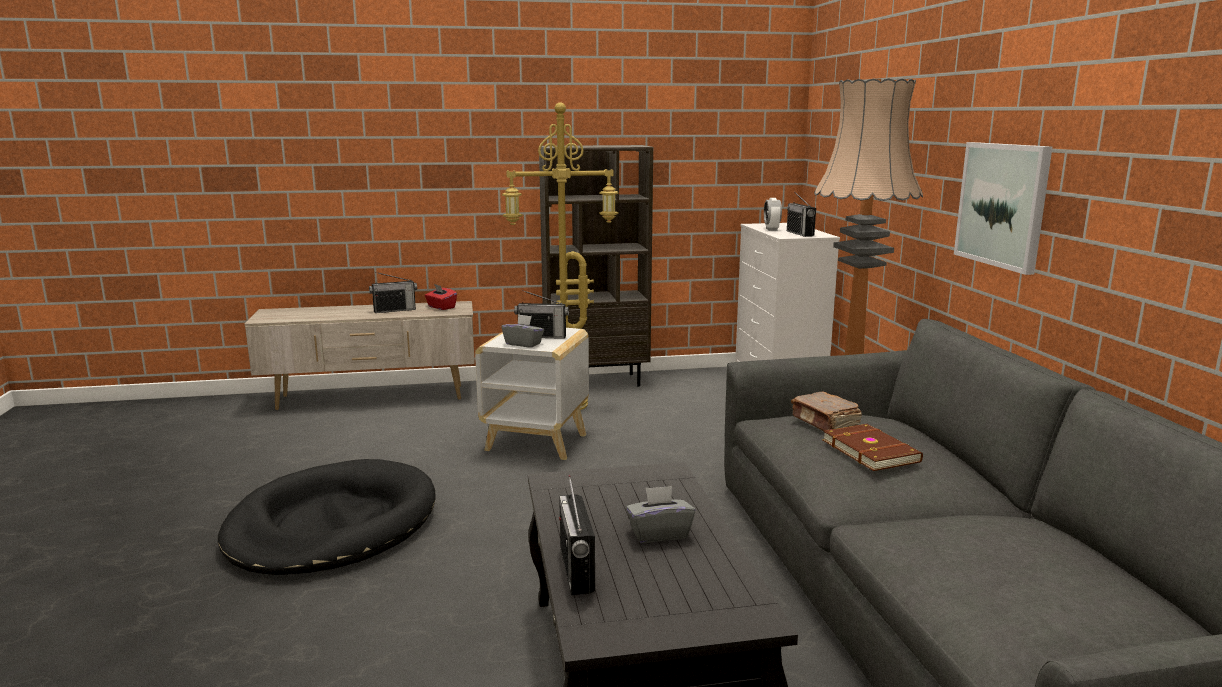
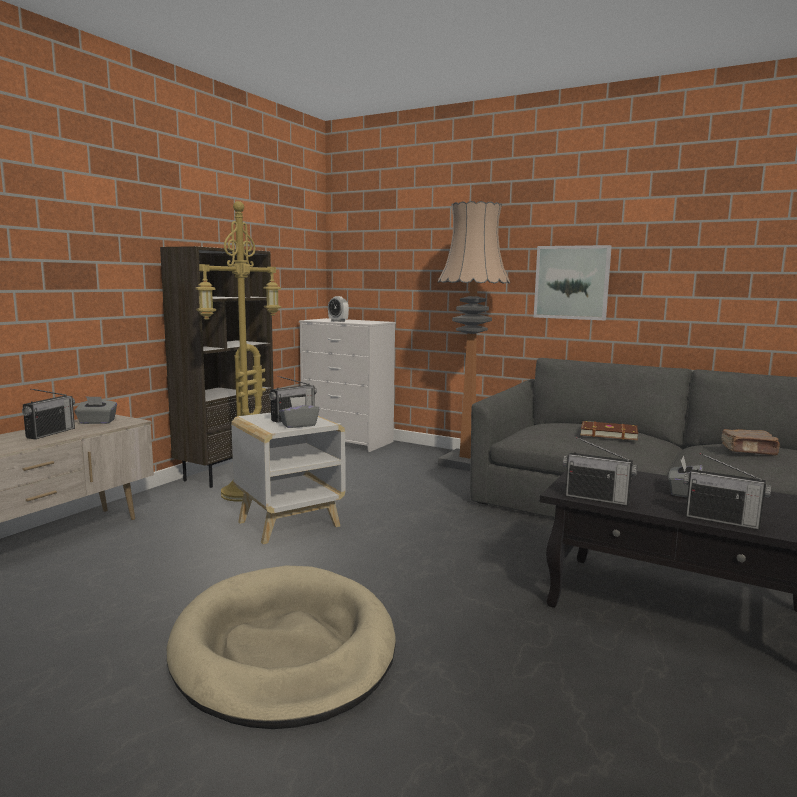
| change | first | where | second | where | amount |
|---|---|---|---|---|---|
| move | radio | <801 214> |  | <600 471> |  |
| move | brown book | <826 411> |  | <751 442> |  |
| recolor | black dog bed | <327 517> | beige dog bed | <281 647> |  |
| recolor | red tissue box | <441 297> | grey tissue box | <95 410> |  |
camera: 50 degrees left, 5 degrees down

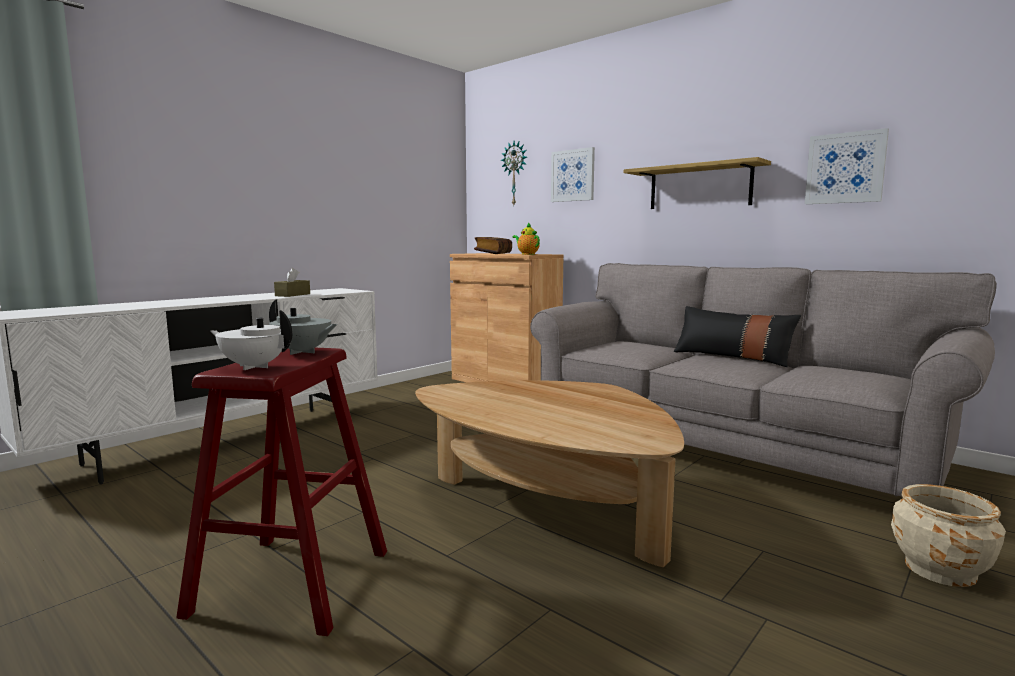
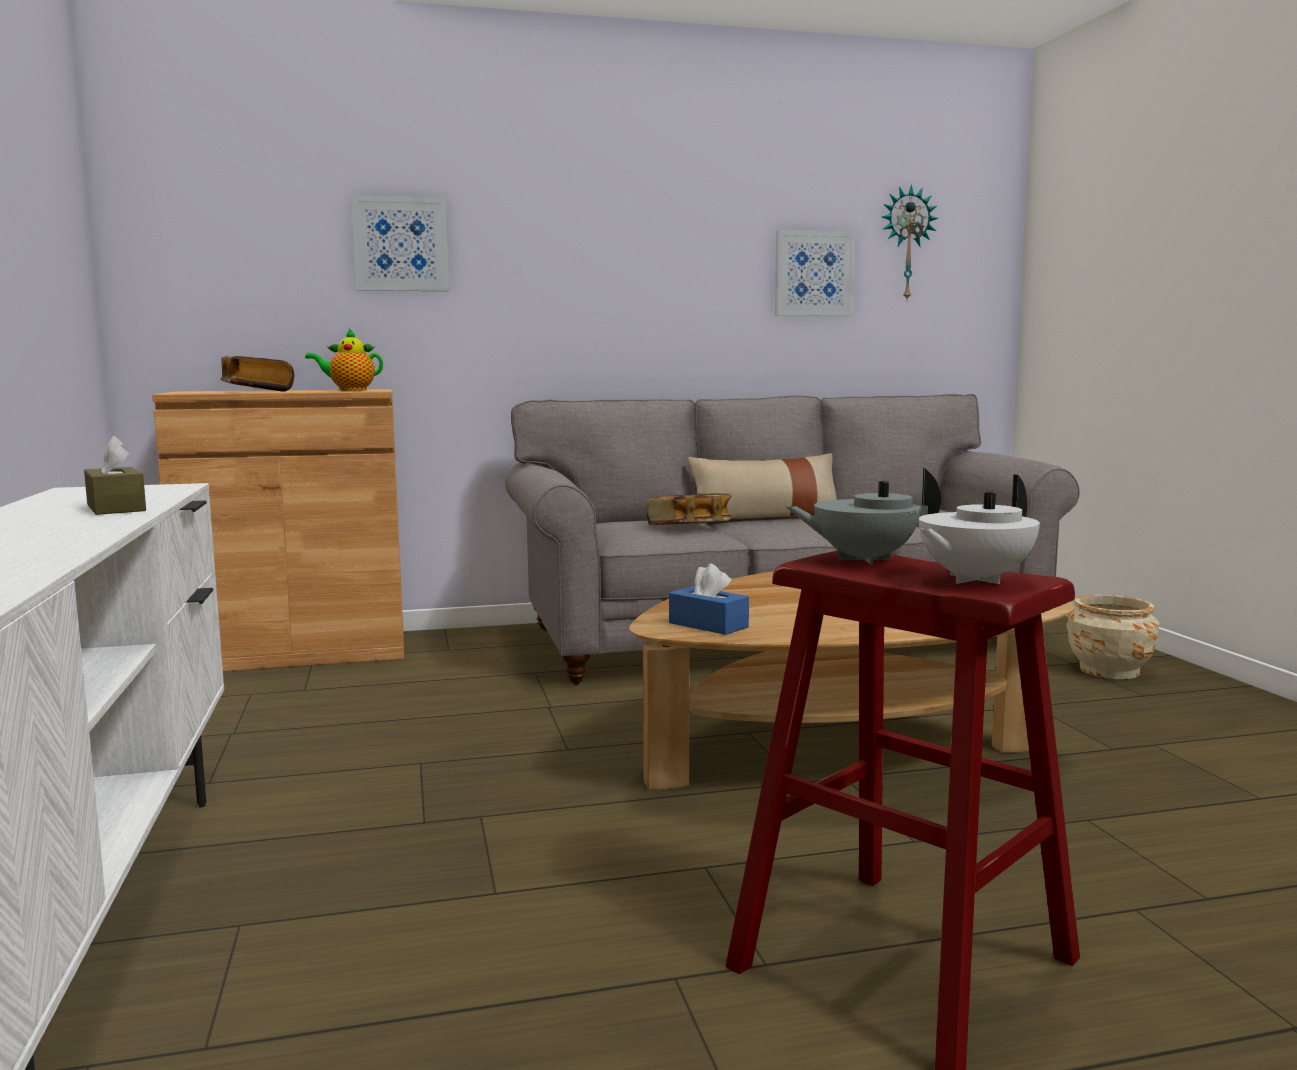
| change | first | where | second | where | amount |
|---|---|---|---|---|---|
| delete | shelf | <697 183> |  |  |  |
| insert |  |  | book | <689 509> |  |
| insert |  |  | blue tissue box | <709 599> |  |
| move | wall clock | <514 173> |  | <910 242> |  |
| recolor | black pillow | <737 336> | beige pillow | <762 488> |  |
| rotate | grey teapot | <303 327> |  | <863 516> | 150 degrees counterclockwise |
camera: 55 degrees left, 0 degrees up

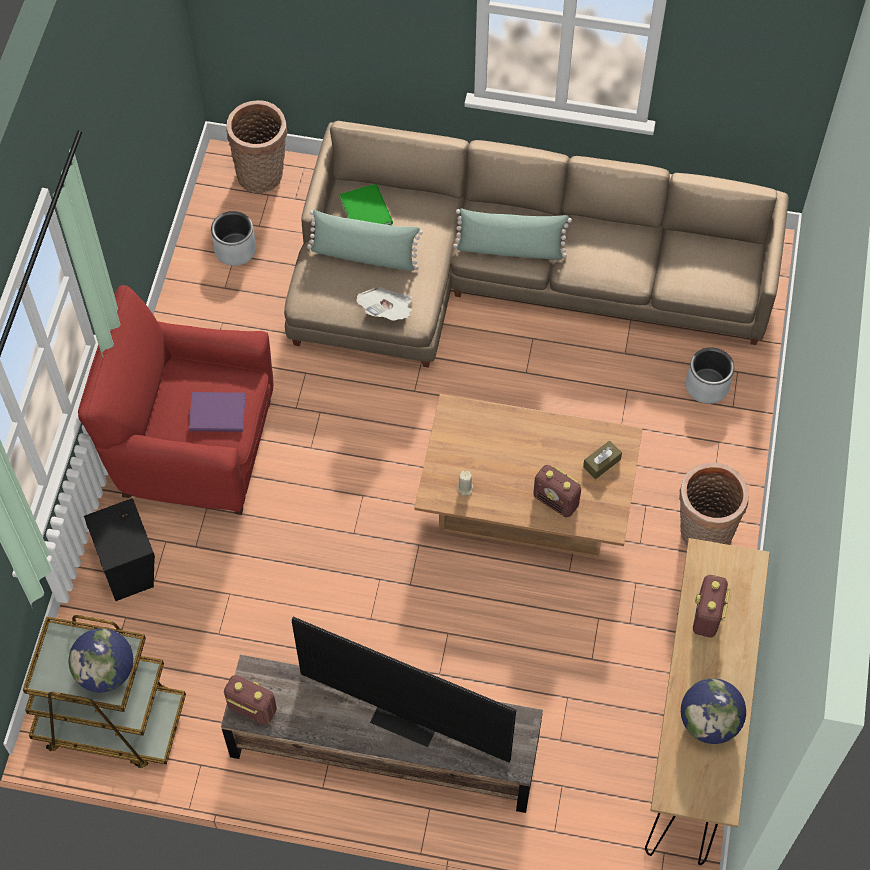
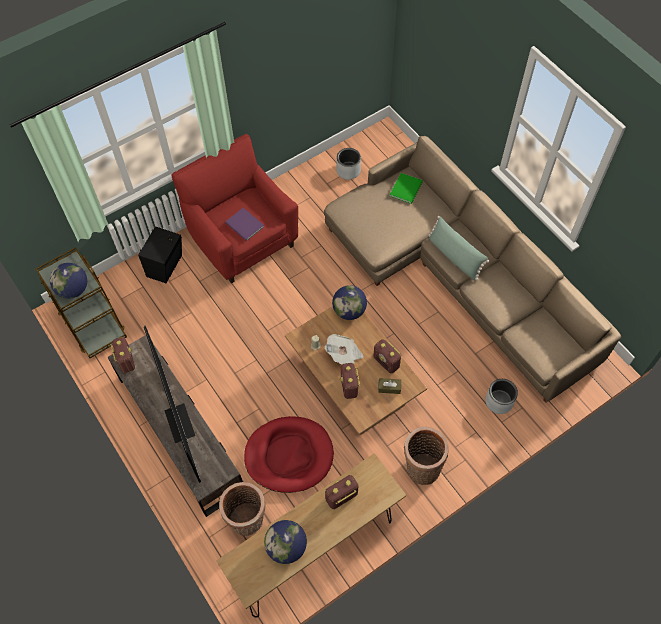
| change | first | where | second | where | amount |
|---|---|---|---|---|---|
| delete | green pillow | <365 240> |  |  |  |
| insert |  |  | red dog bed | <289 454> |  |
| insert |  |  | globe | <349 302> |  |
| insert |  |  | radio | <387 356> |  |
| move | basket | <256 146> |  | <242 509> |  |
| move | newspaper | <385 304> |  | <344 349> |  |
camera: 45 degrees right, 0 degrees up

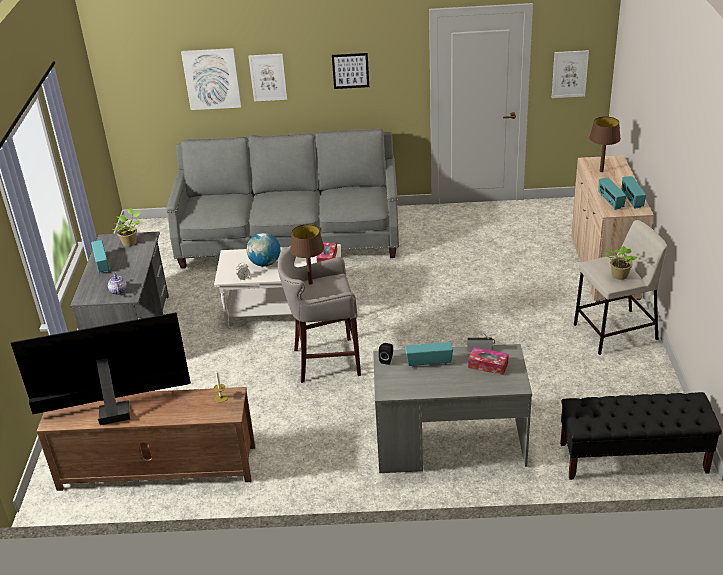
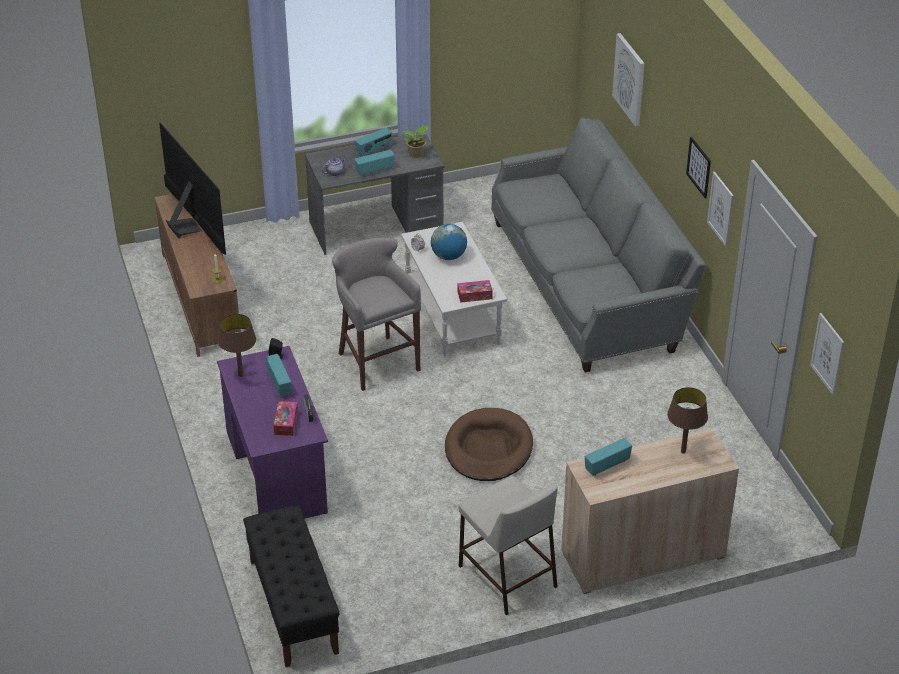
| change | first | where | second | where | amount |
|---|---|---|---|---|---|
| delete | potted plant | <621 263> |  |  |  |
| insert |  |  | brown dog bed | <489 444> |  |
| move | picture | <267 78> |  | <720 209> |  |
| move | brown table lamp | <307 254> |  | <237 345> |  |
| move | radio | <634 192> |  | <374 163> |  |
| recolor | grey desk | <452 408> | purple desk | <272 432> |  |
camera: 70 degrees right, 5 degrees up

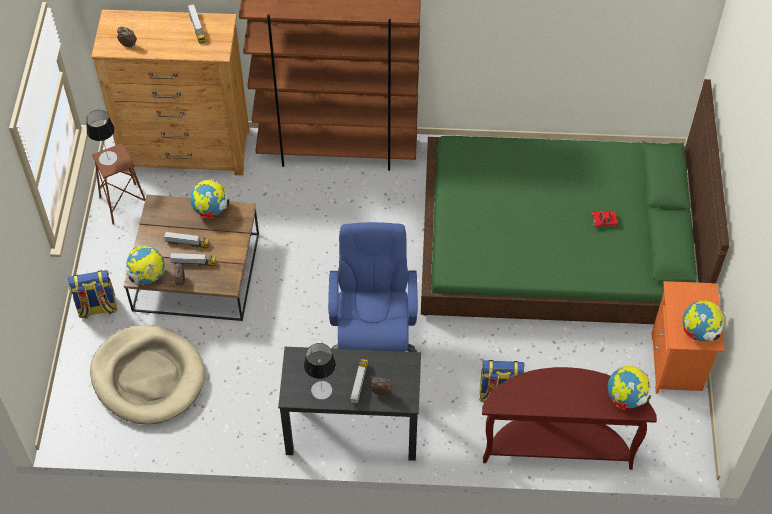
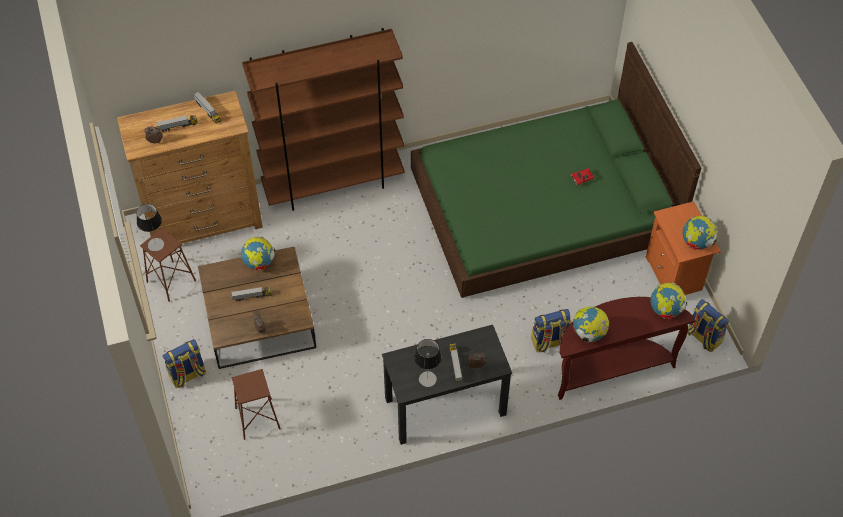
| change | first | where | second | where | amount |
|---|---|---|---|---|---|
| delete | blue office chair | <373 287> |  |  |  |
| insert |  |  | backpack | <708 325> |  |
| move | globe | <145 265> |  | <591 325> |  |
| move | toy truck | <193 260> |  | <177 123> |  |
| replace | beige dog bed | <147 374> | brown stool | <256 404> |  |
camera: 20 degrees left, 0 degrees up

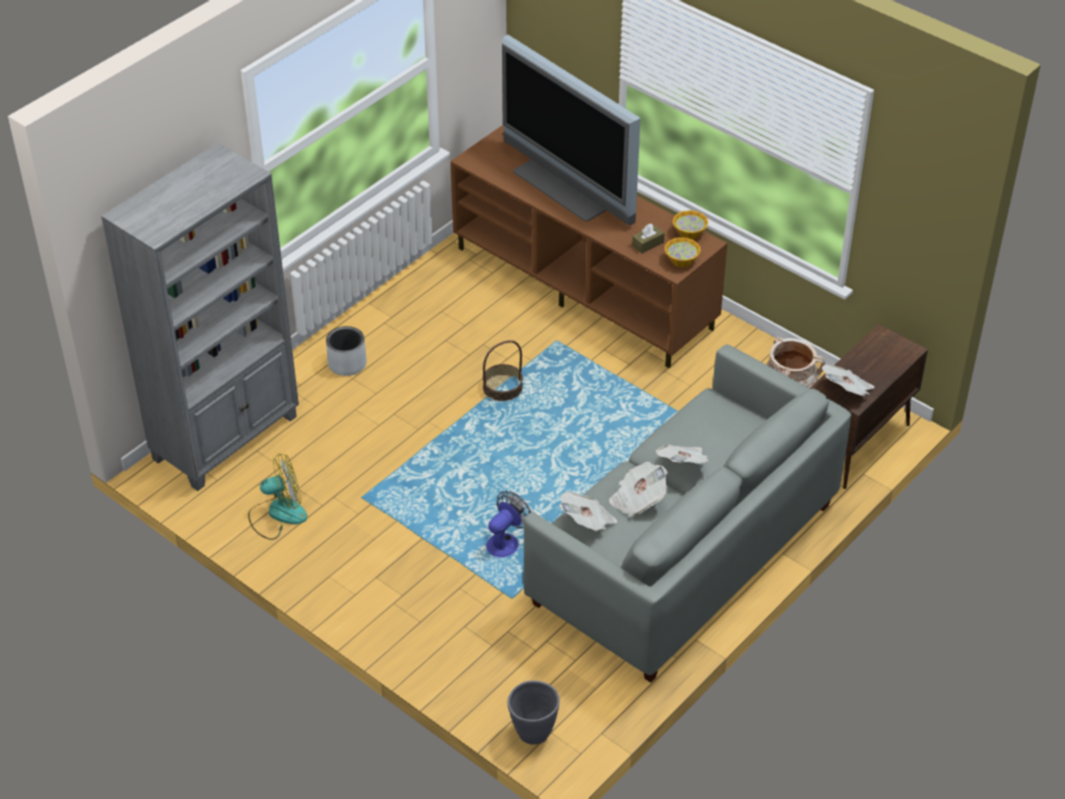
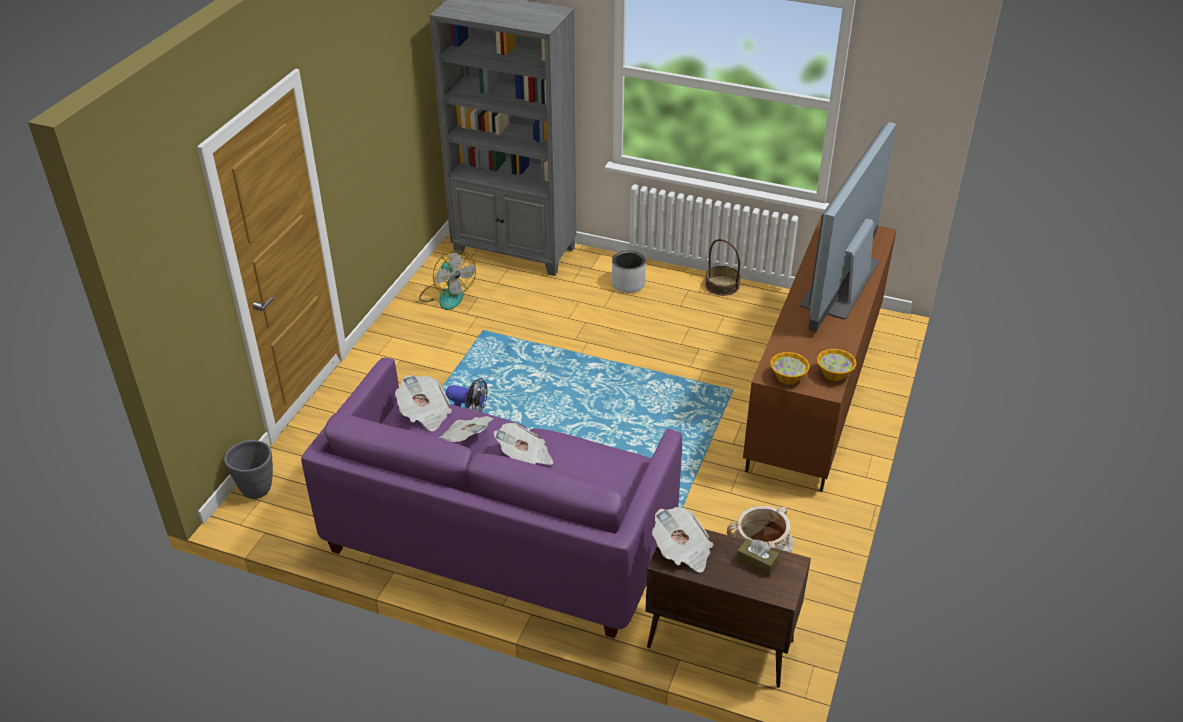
| change | first | where | second | where | amount |
|---|---|---|---|---|---|
| move | basket | <503 370> |  | <723 267> |  |
| move | brown tissue box | <648 238> |  | <757 557> |  |
| recolor | grey sofa | <687 514> | purple sofa | <491 498> |  |
camera: 70 degrees right, 5 degrees down

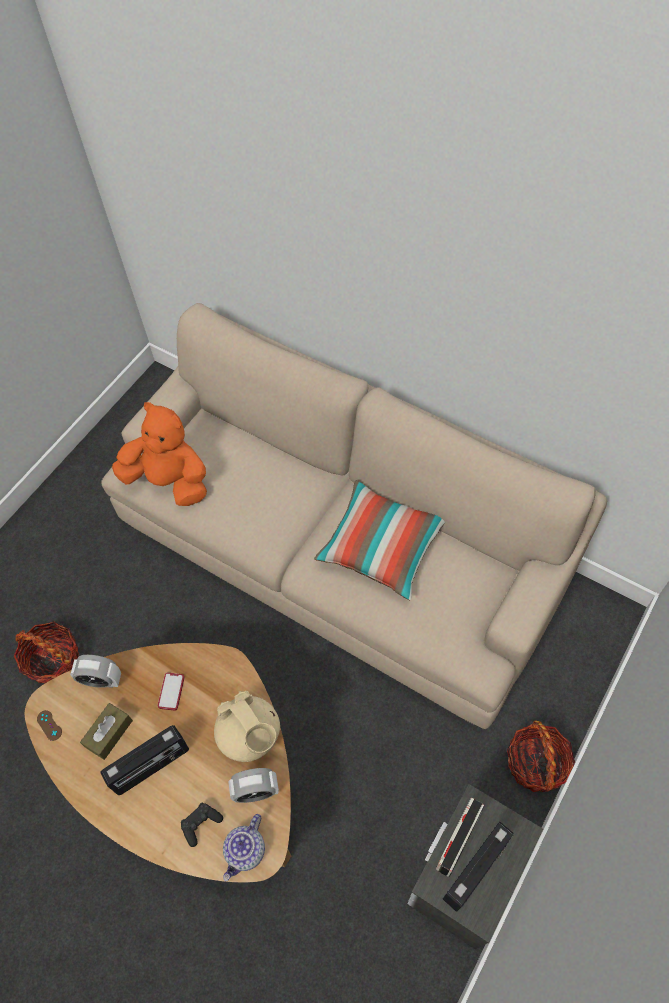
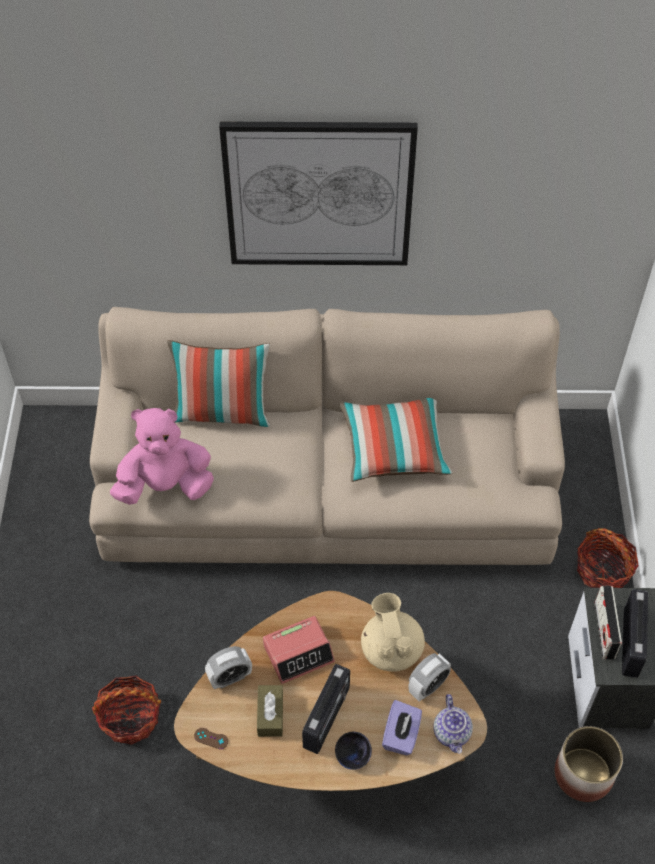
| change | first | where | second | where | amount |
|---|---|---|---|---|---|
| insert |  |  | pillow | <218 383> |  |
| insert |  |  | picture | <318 193> |  |
| insert |  |  | black bowl | <353 751> |  |
| insert |  |  | planter | <589 764> |  |
| replace | phone | <171 691> | alarm clock | <299 650> |  |
| replace | black game controller | <202 825> | purple tissue box | <402 728> |  |
| recolor | orange plush toy | <159 454> | pink plush toy | <162 456> |  |
| rotate | beige teapot | <247 726> |  | <393 632> | 120 degrees counterclockwise |
camera: 35 degrees left, 5 degrees down

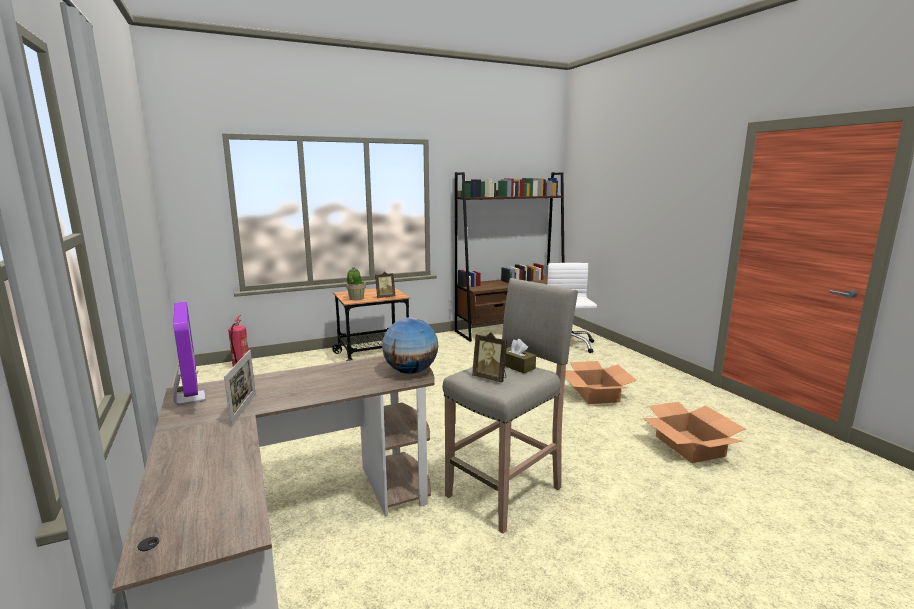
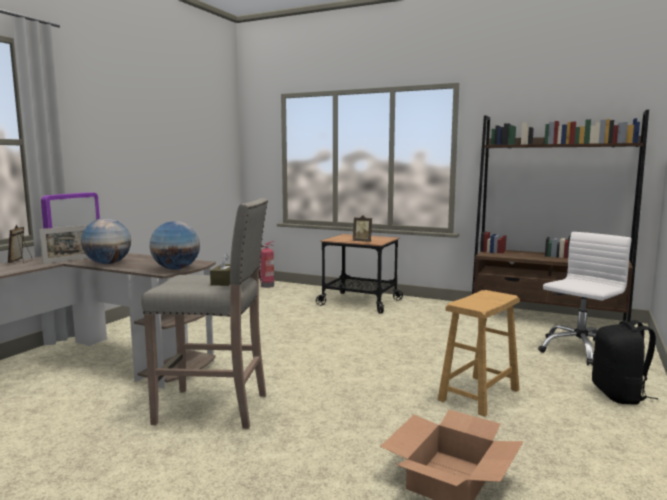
| change | first | where | second | where | amount |
|---|---|---|---|---|---|
| delete | potted plant | <356 284> |  |  |  |
| insert |  |  | globe | <106 241> |  |
| insert |  |  | black backpack | <625 362> |  |
| move | picture frame | <489 357> |  | <20 244> |  |
| replace | cardboard box | <601 382> | brown stool | <479 353> |  |
camera: 50 degrees right, 5 degrees down

